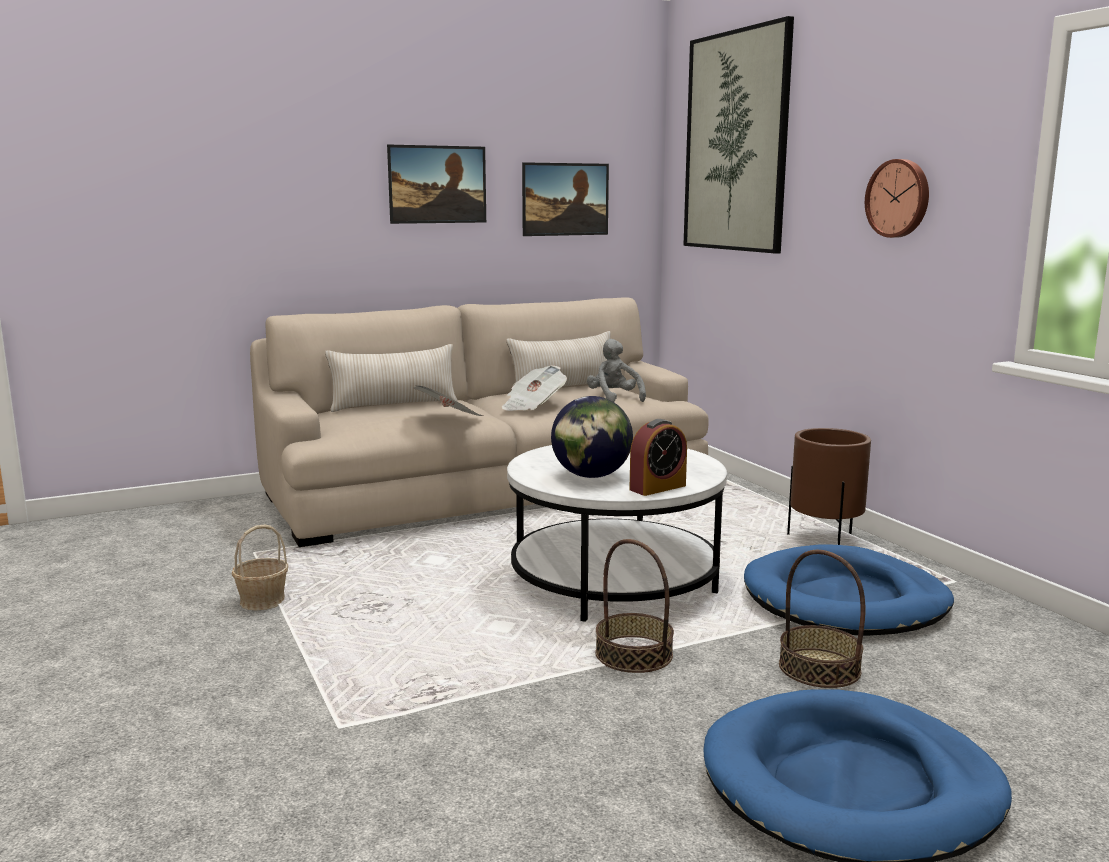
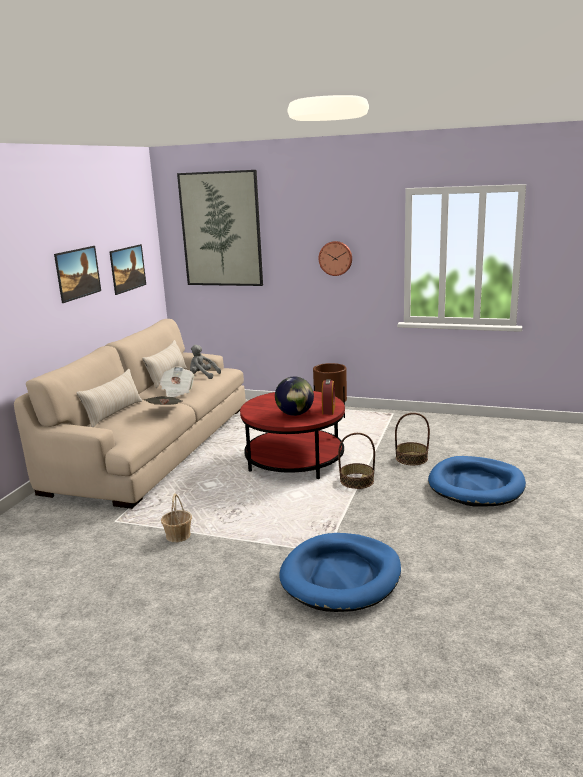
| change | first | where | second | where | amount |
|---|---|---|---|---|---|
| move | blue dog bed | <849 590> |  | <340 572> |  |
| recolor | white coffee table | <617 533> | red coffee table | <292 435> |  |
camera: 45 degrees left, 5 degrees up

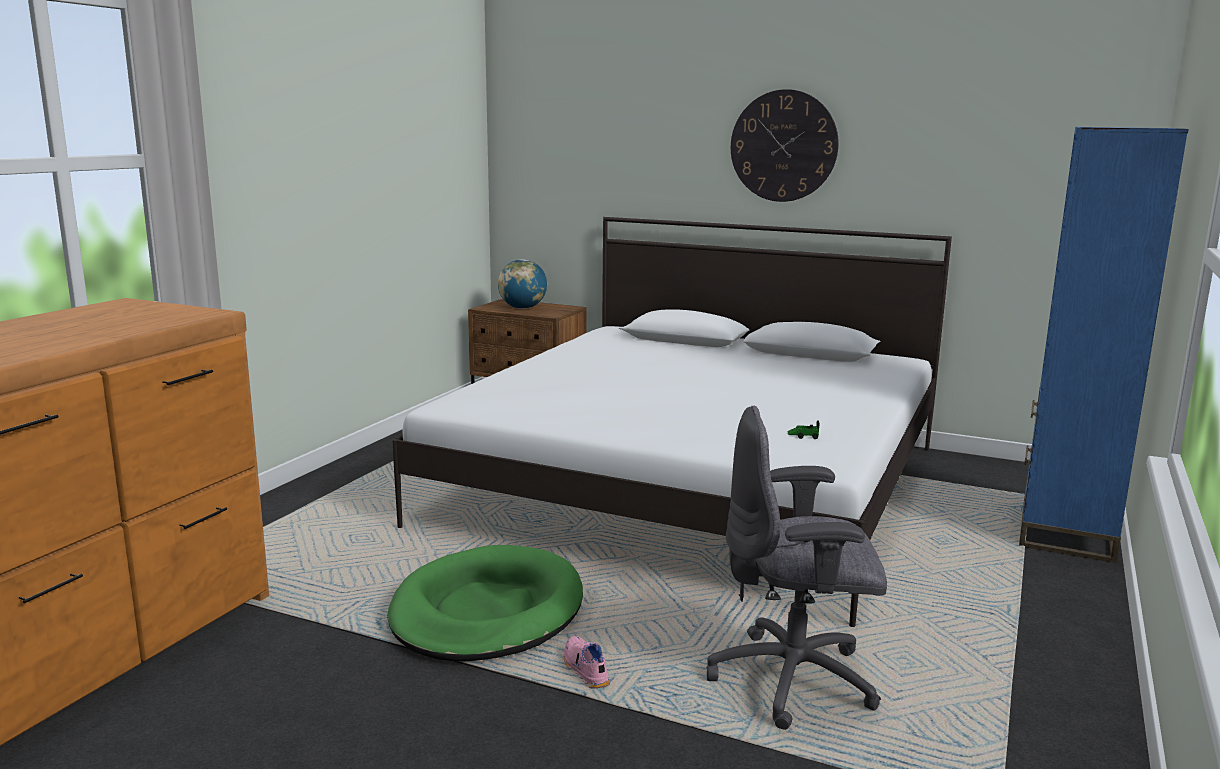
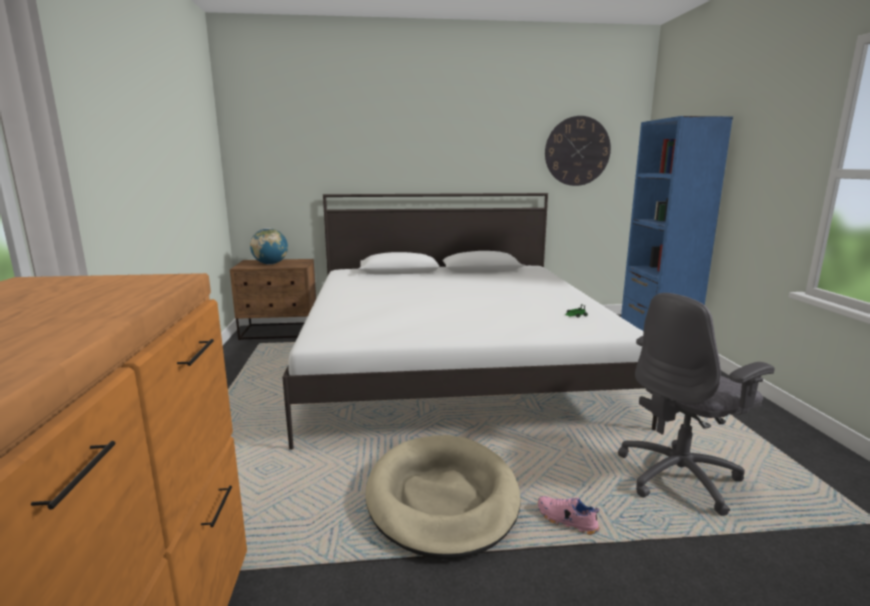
| change | first | where | second | where | amount |
|---|---|---|---|---|---|
| move | wall clock | <785 145> |  | <578 151> |  |
| recolor | green dog bed | <485 603> | beige dog bed | <443 497> |  |
camera: 30 degrees left, 0 degrees up

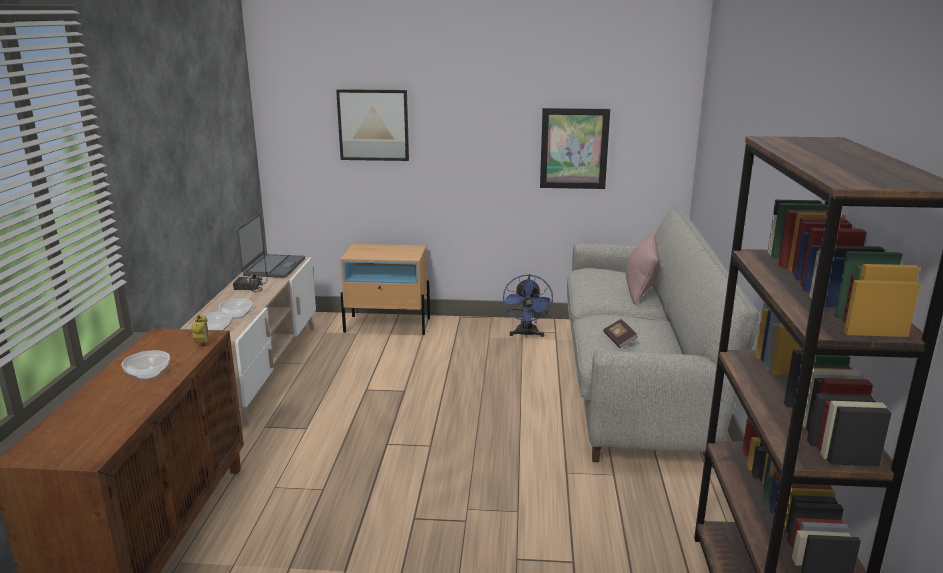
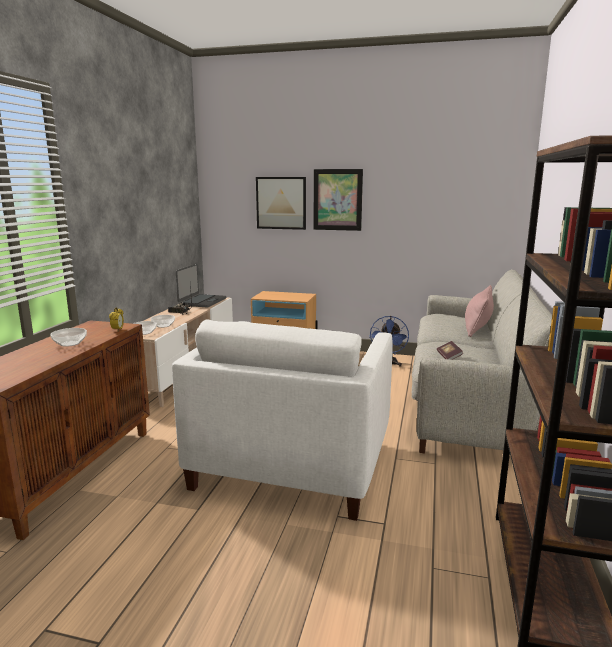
| change | first | where | second | where | amount |
|---|---|---|---|---|---|
| insert |  |  | white armchair | <282 420> |  |
| move | picture | <575 148> |  | <338 200> |  |
camera: 10 degrees right, 5 degrees down

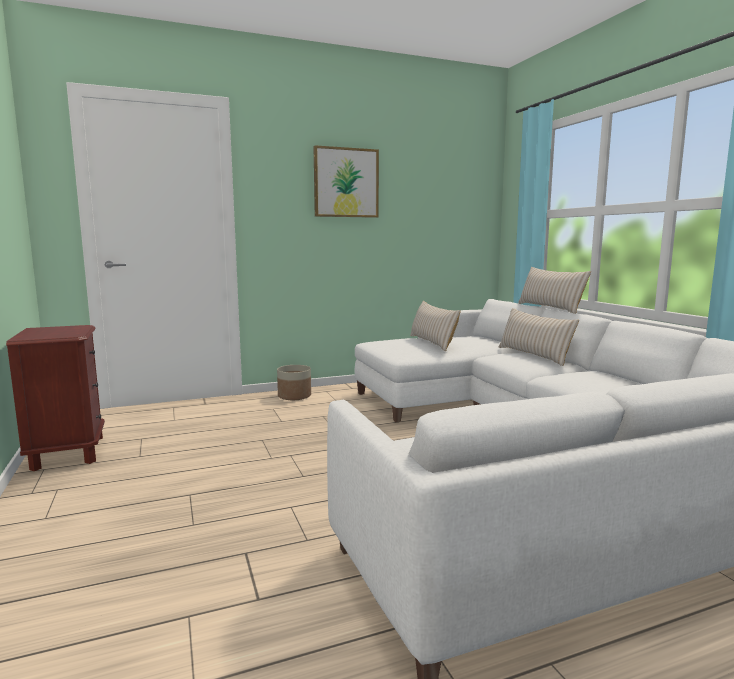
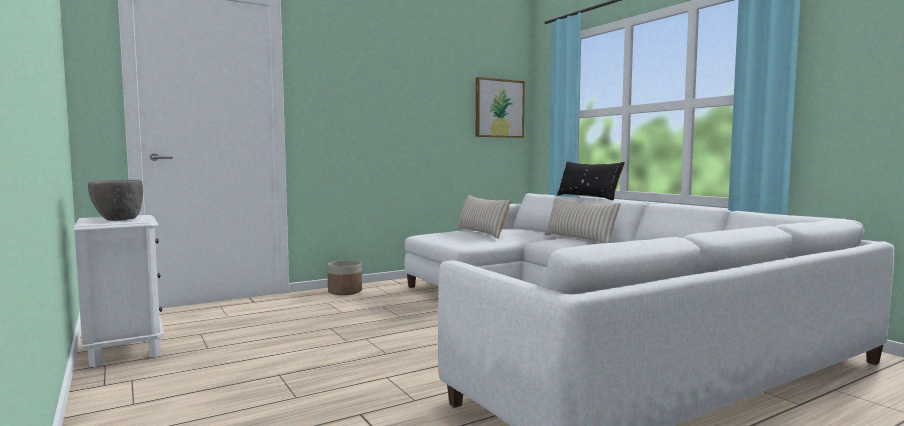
| change | first | where | second | where | amount |
|---|---|---|---|---|---|
| insert |  |  | grey bowl | <115 200> |  |
| move | picture | <346 181> |  | <500 107> |  |
| recolor | brown nightstand | <55 398> | white nightstand | <119 291> |  |
| recolor | beige pillow | <554 290> | black pillow | <591 180> |  |
camera: 10 degrees left, 5 degrees down

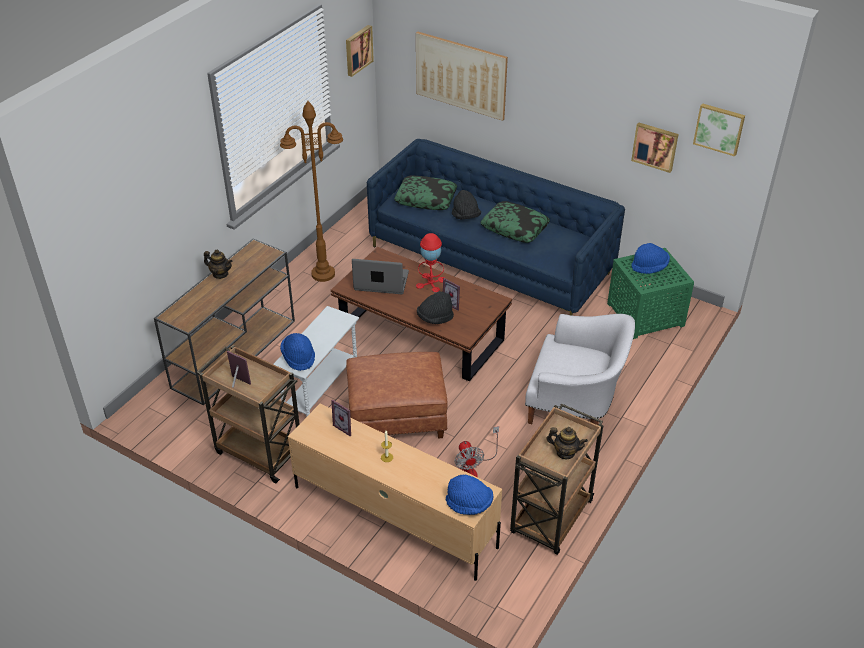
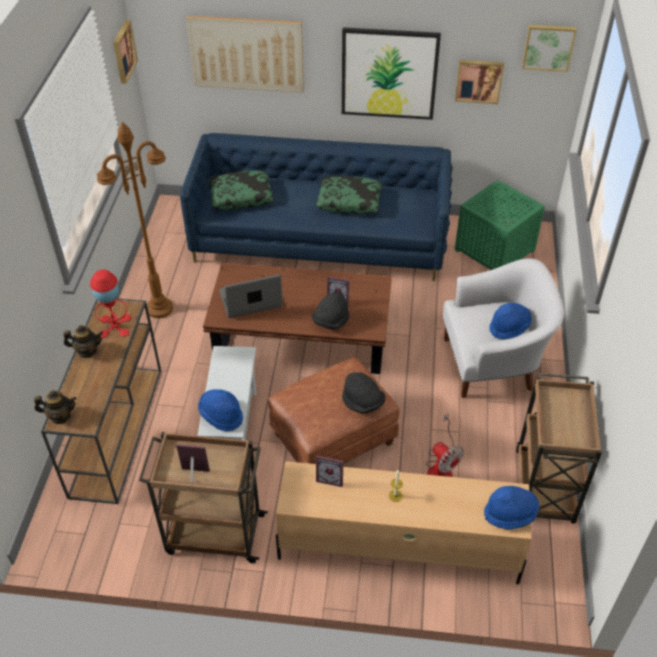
| change | first | where | second | where | amount |
|---|---|---|---|---|---|
| insert |  |  | picture | <391 73> |  |
| move | red table lamp | <431 263> |  | <110 304> |  |
| move | black hat | <466 205> |  | <364 392> |  |
| move | teapot | <567 443> |  | <55 407> |  |
| move | blue hat | <650 258> |  | <510 321> |  |
camera: 25 degrees left, 5 degrees up

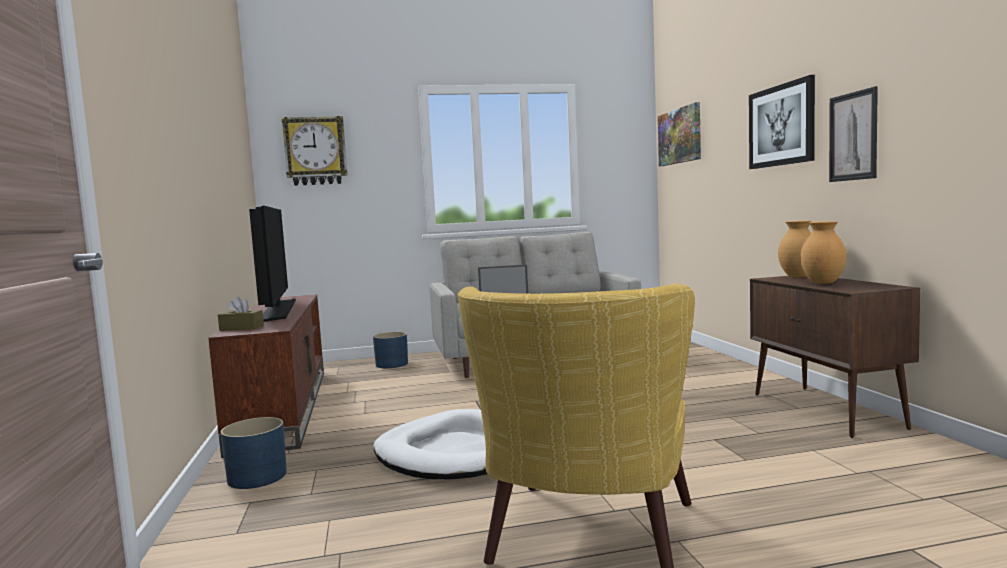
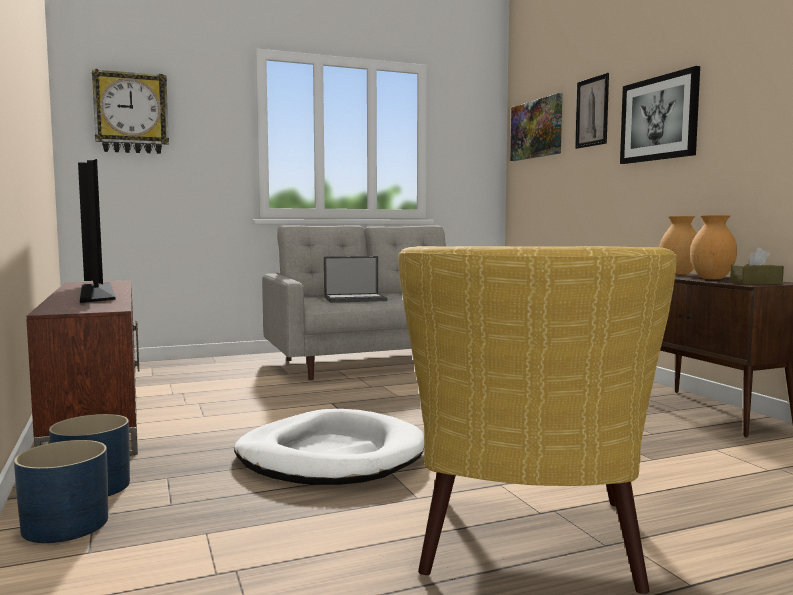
| change | first | where | second | where | amount |
|---|---|---|---|---|---|
| move | brown tissue box | <241 314> |  | <757 266> |  |
| move | blue planter | <390 350> |  | <61 491> |  |
| move | picture | <853 134> |  | <592 111> |  |
camera: 10 degrees left, 0 degrees up

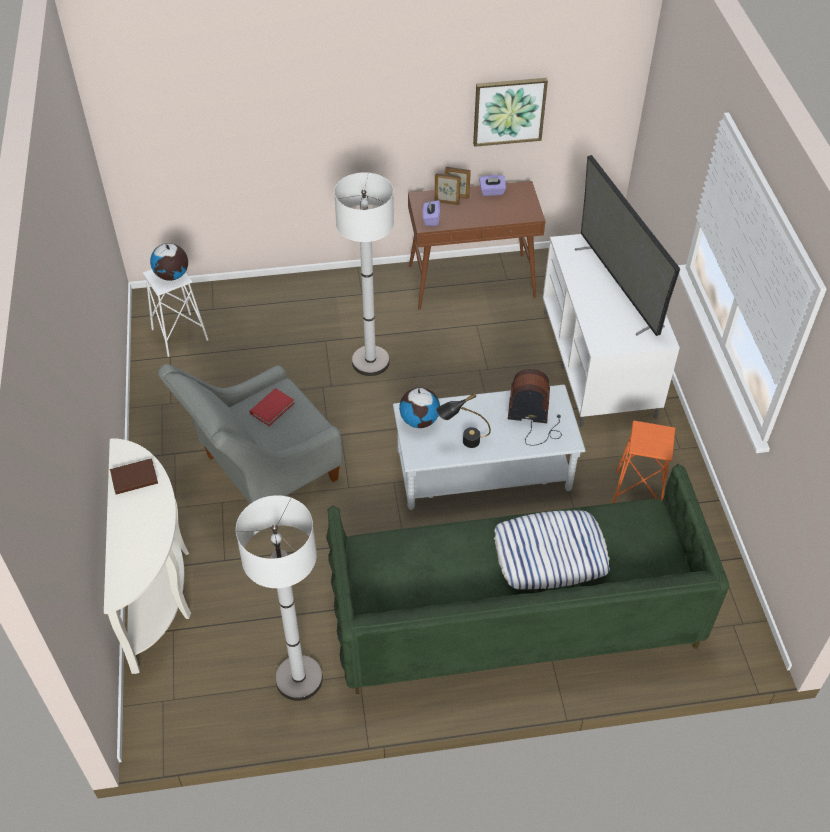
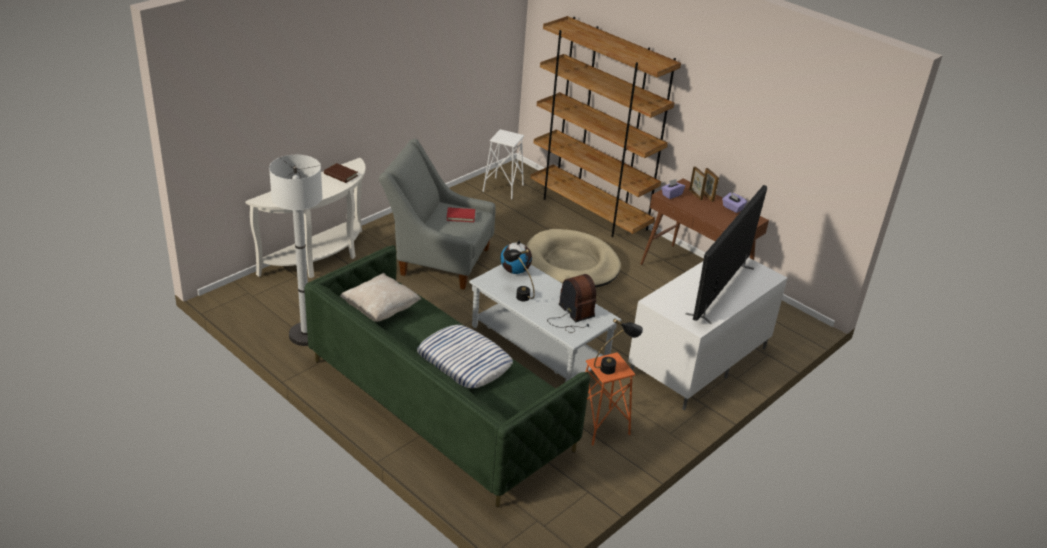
| change | first | where | second | where | amount |
|---|---|---|---|---|---|
| delete | globe | <169 262> |  |  |  |
| delete | picture | <510 112> |  |  |  |
| insert |  |  | beige pillow | <380 297> |  |
| insert |  |  | brown bookcase | <605 126> |  |
| insert |  |  | black table lamp | <618 346> |  |
| replace | white floor lamp | <364 274> | beige dog bed | <573 258> |  |
camera: 50 degrees right, 15 degrees down

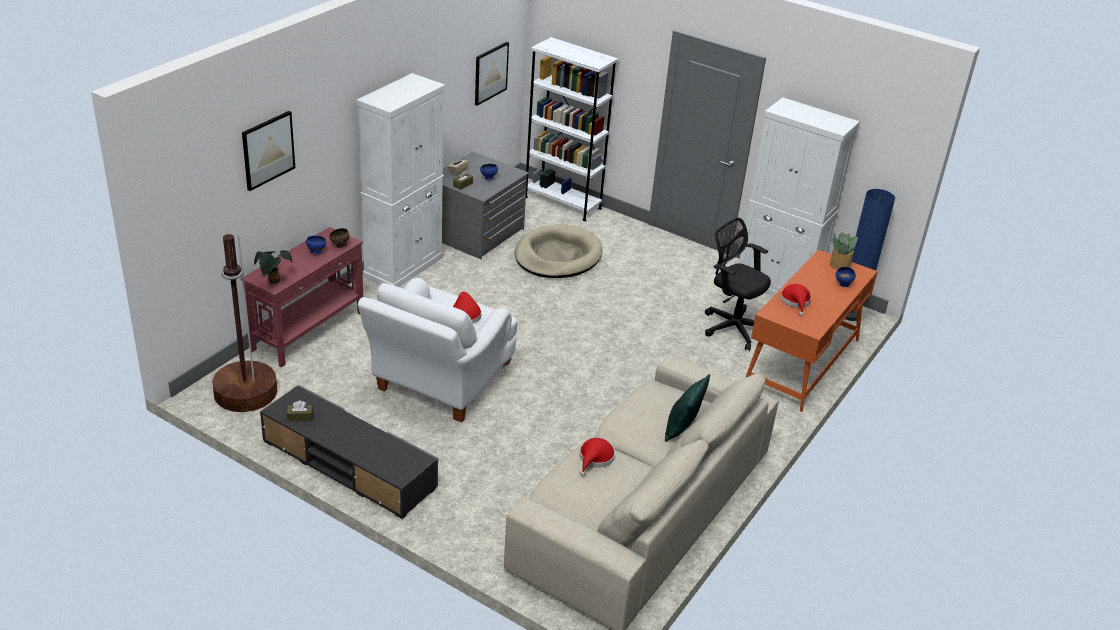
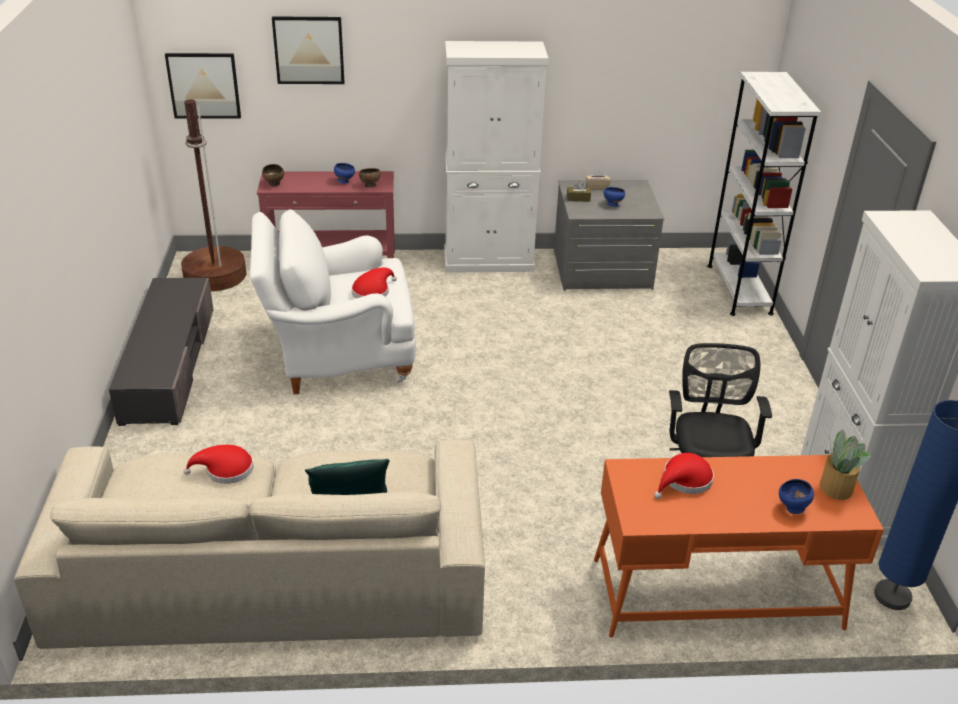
| change | first | where | second | where | amount |
|---|---|---|---|---|---|
| delete | brown tissue box | <300 411> |  |  |  |
| delete | beige dog bed | <558 251> |  |  |  |
| move | picture | <492 74> |  | <203 86> |  |
| replace | potted plant | <273 267> | brown bowl | <273 175> |  |
camera: 55 degrees right, 0 degrees up

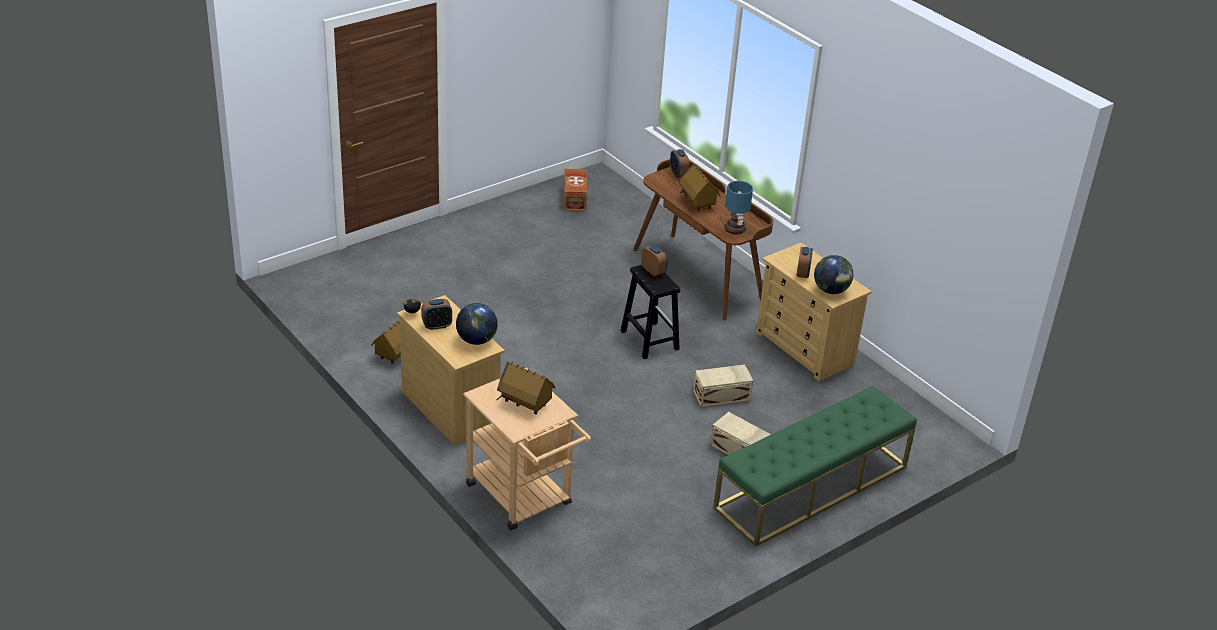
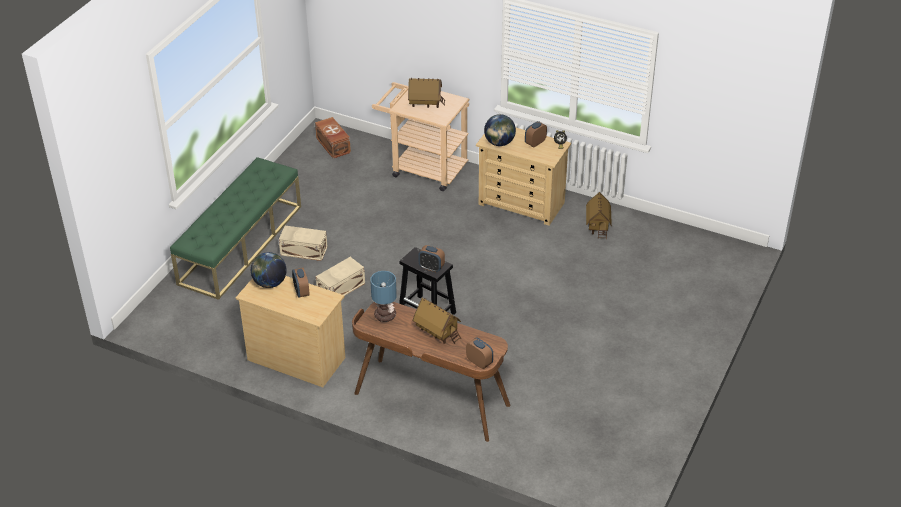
| change | first | where | second | where | amount |
|---|---|---|---|---|---|
| move | brown storage box | <575 190> |  | <333 138> |  |
camera: 155 degrees right, 5 degrees up

